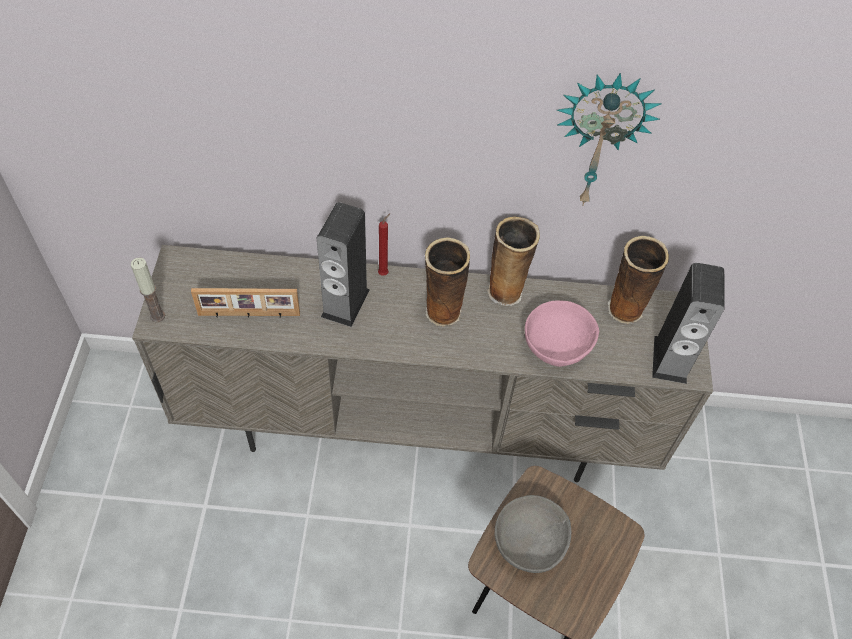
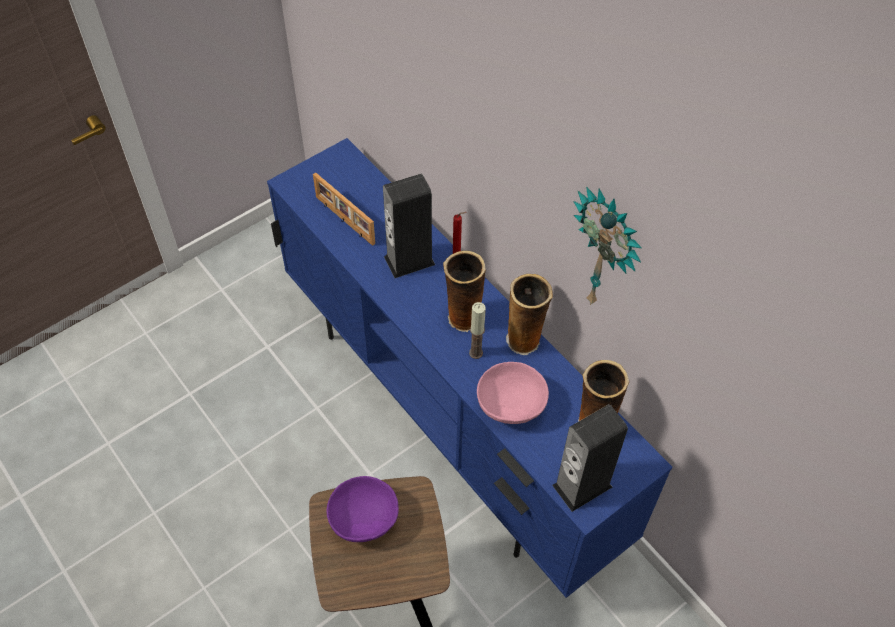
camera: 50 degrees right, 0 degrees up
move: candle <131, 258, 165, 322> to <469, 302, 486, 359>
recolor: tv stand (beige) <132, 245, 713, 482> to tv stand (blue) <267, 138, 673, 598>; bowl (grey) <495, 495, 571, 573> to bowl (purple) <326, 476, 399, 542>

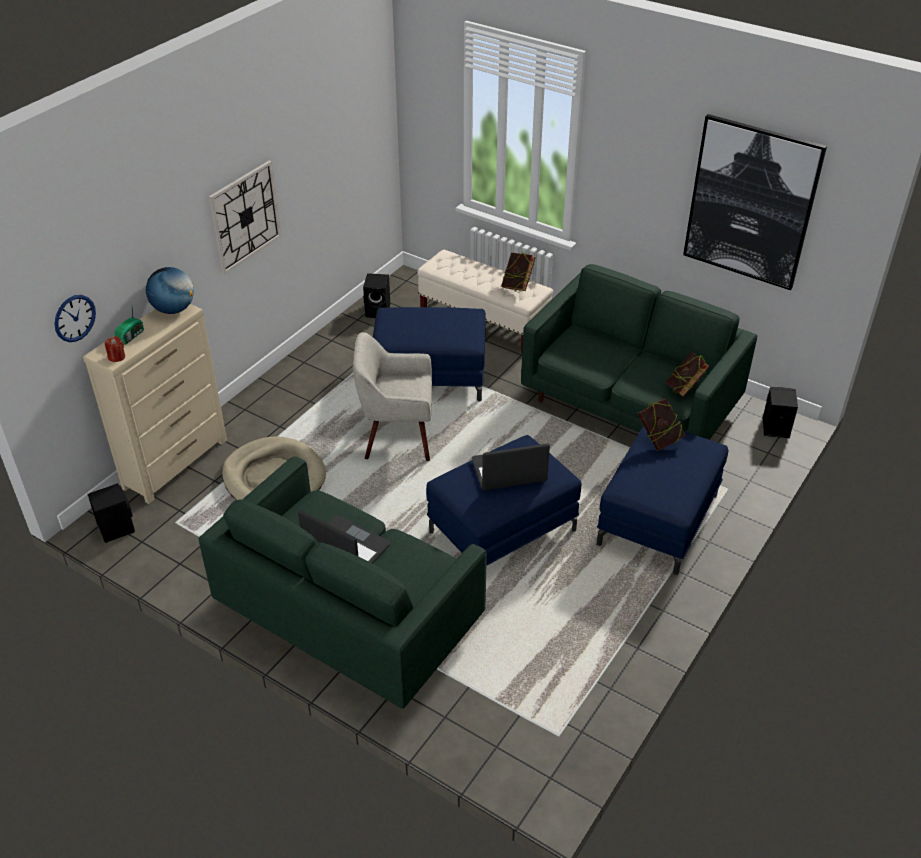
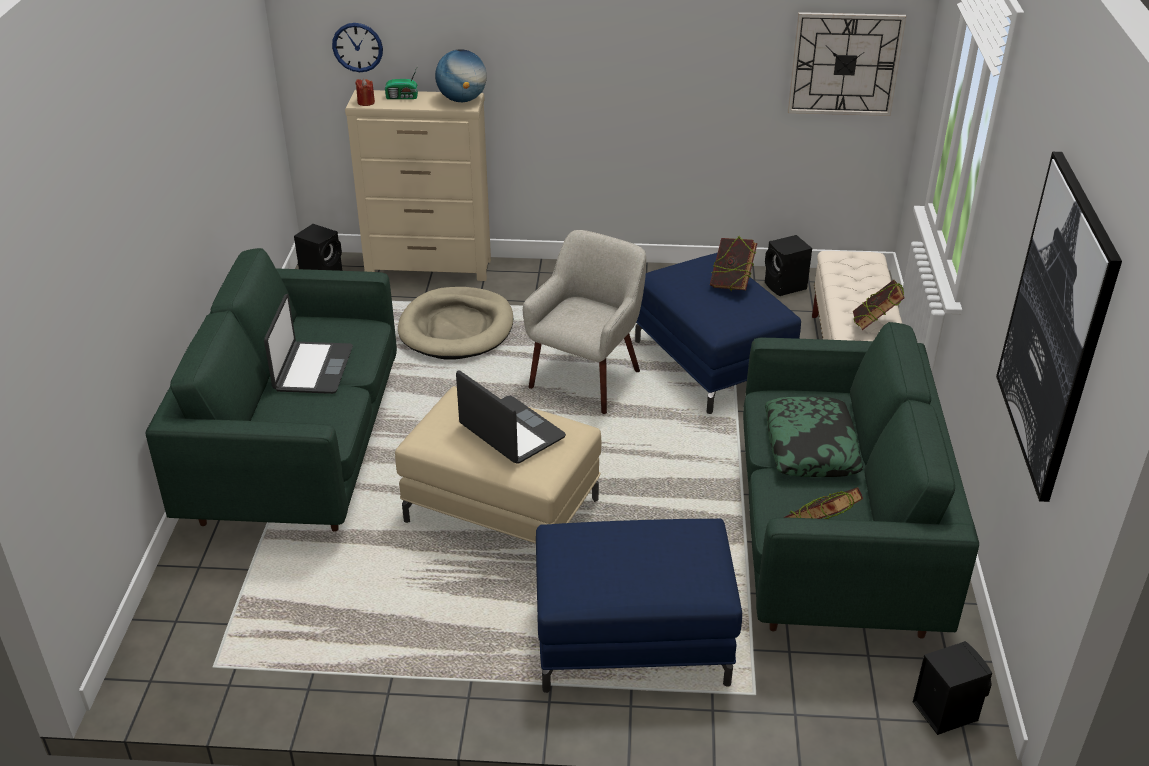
camera: 60 degrees right, 5 degrees down
insert: pillow <765, 397, 863, 477>
move: wall clock <209, 161, 281, 275> to <788, 12, 906, 116>; book <637, 398, 686, 451> to <710, 236, 757, 291>
recolor: ottoman (blue) <426, 435, 581, 566> to ottoman (beige) <395, 386, 602, 543>
rotate: armchair (beige) <353, 332, 432, 461> = <523, 230, 646, 414> 60 degrees clockwise

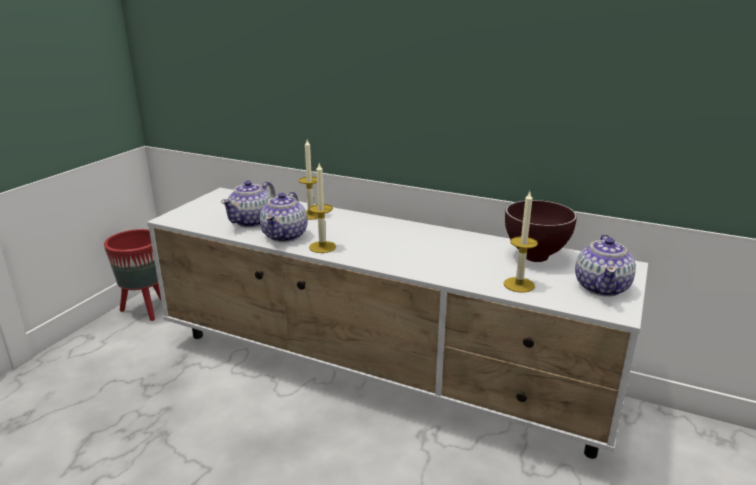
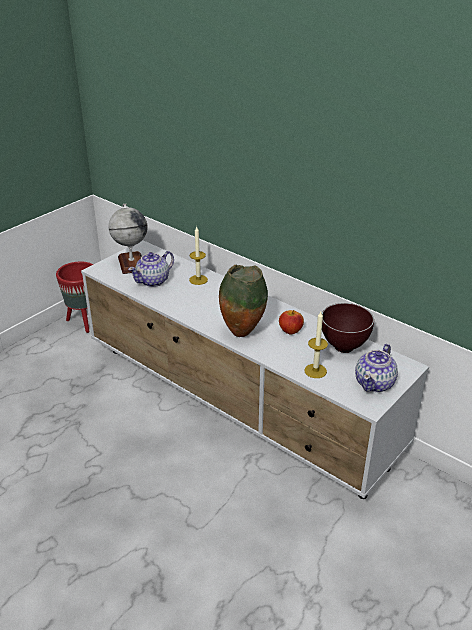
camera: 15 degrees right, 10 degrees up
delete: teapot <260, 192, 307, 242>; candle <309, 163, 336, 253>
insert: globe <108, 204, 148, 274>; vase <219, 264, 268, 337>; apple <279, 310, 304, 335>

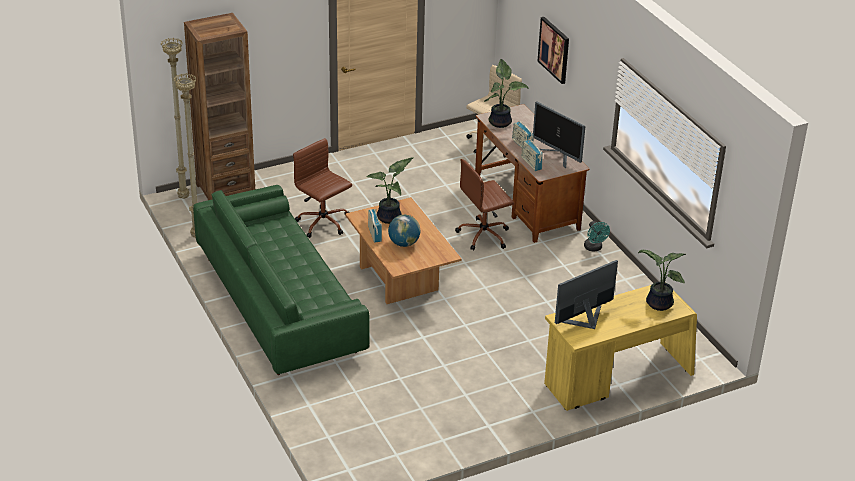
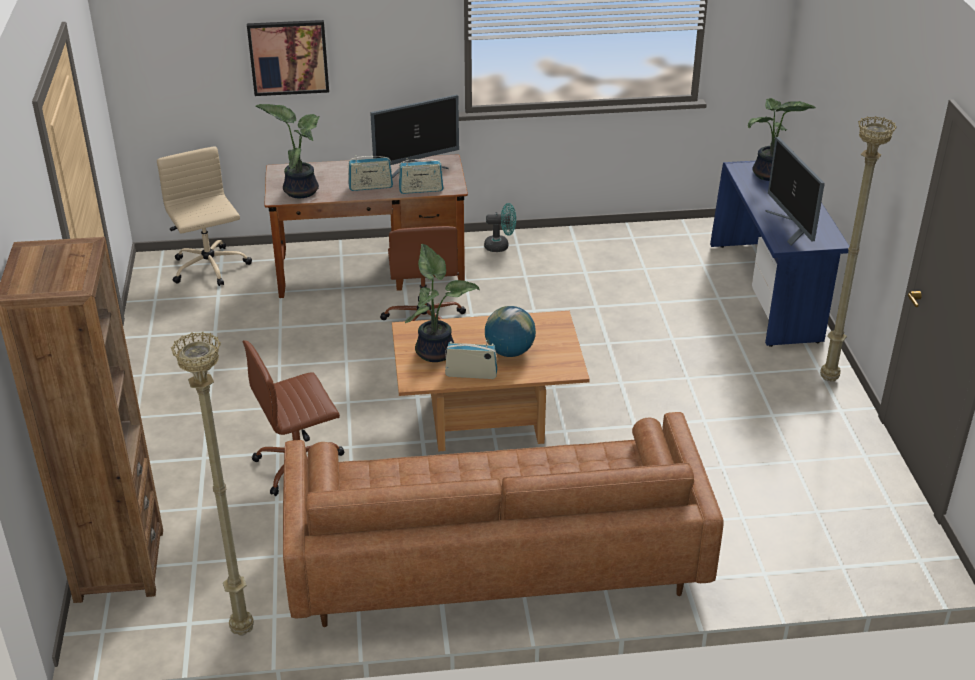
camera: 70 degrees left, 0 degrees up
move: floor lamp (beige) <161, 38, 190, 199> to <820, 116, 897, 382>
recolor: sofa (green) <193, 185, 370, 375> to sofa (brown) <283, 412, 724, 627>; desk (yellow) <544, 282, 697, 411> to desk (blue) <710, 161, 849, 347>

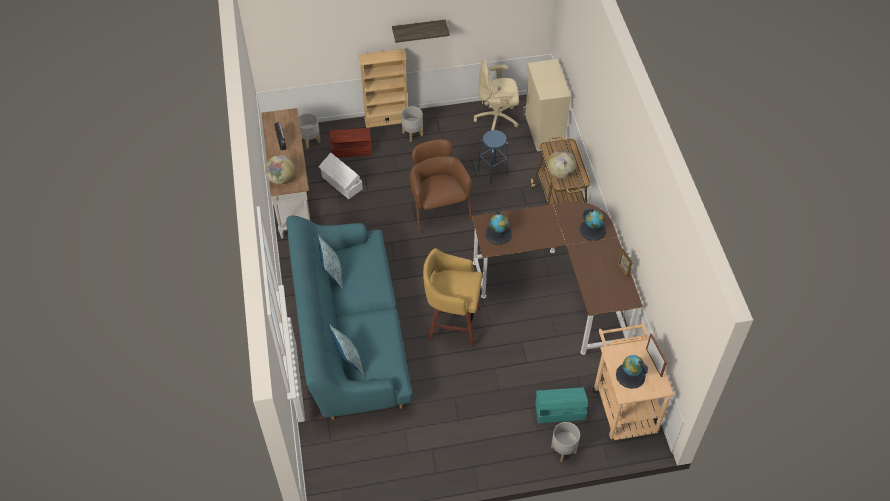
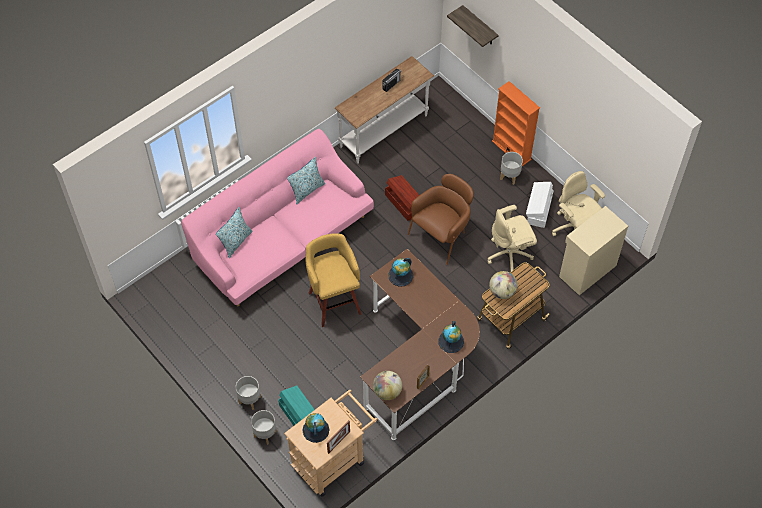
camera: 60 degrees right, 5 degrees up
move: globe <265, 155, 294, 184> to <373, 371, 402, 400>; planter (grey) <299, 113, 320, 149> to <236, 376, 261, 410>; storage box (white) <319, 153, 363, 199> to <526, 182, 554, 228>; storage box (brown) <330, 128, 372, 158> to <385, 175, 419, 221>; shelf <392, 20, 450, 43> to <447, 5, 499, 47>
replace: stool (blue) <478, 130, 508, 184> to office chair (beige) <487, 205, 537, 271>
recolor: sofa (turquoise) <286, 216, 413, 420> to sofa (pink) <181, 129, 374, 306>; bookcase (beige) <359, 49, 408, 128> to bookcase (orange) <492, 81, 540, 166>

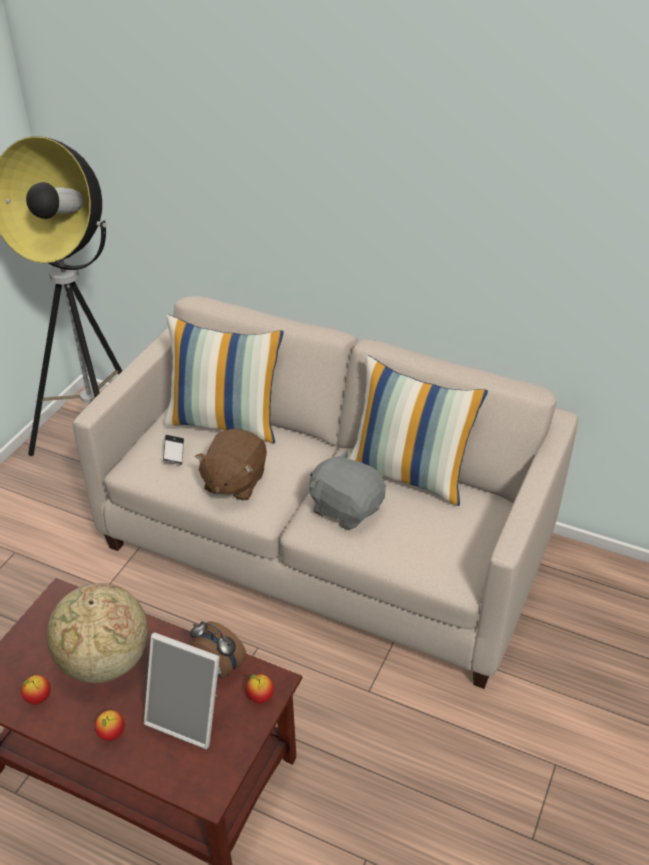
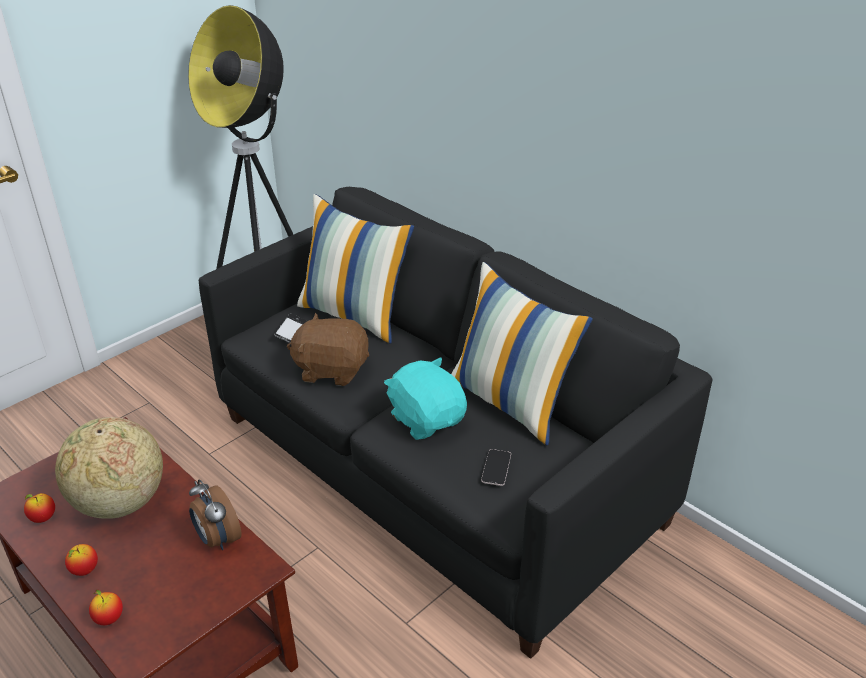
camera: 20 degrees right, 5 degrees down
delete: picture frame <144, 633, 220, 749>
insert: phone <481, 449, 511, 486>
move: apple <246, 674, 274, 703> to <89, 590, 123, 625>
recolor: sofa (beige) <73, 296, 578, 689> to sofa (black) <199, 187, 713, 659>; plush toy (grey) <309, 450, 386, 530> to plush toy (turquoise) <384, 357, 467, 440>
rotate: plush toy (brown) <195, 429, 267, 501> = <287, 313, 369, 386> 60 degrees clockwise

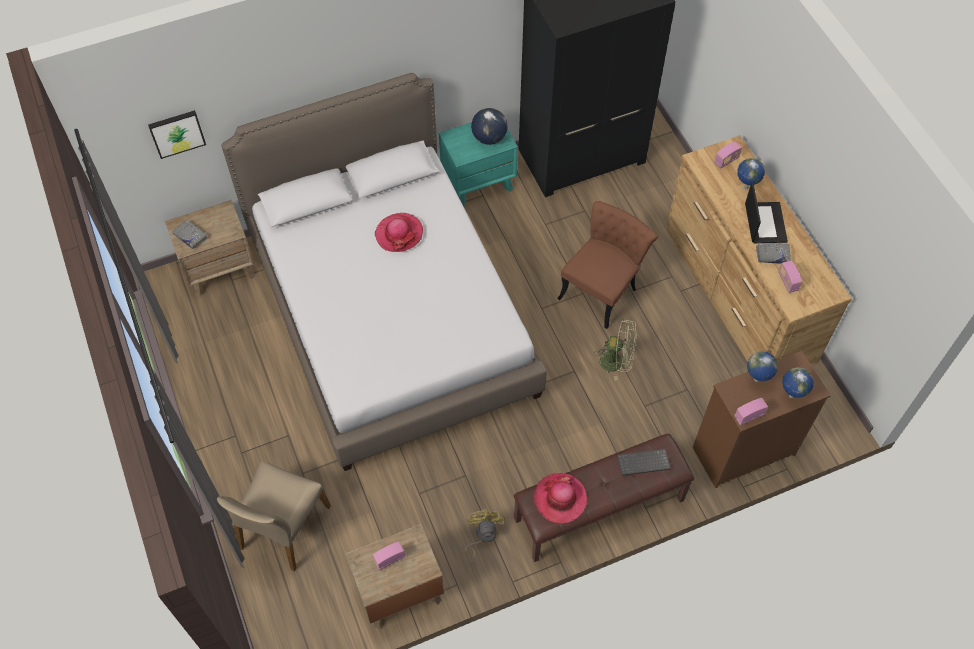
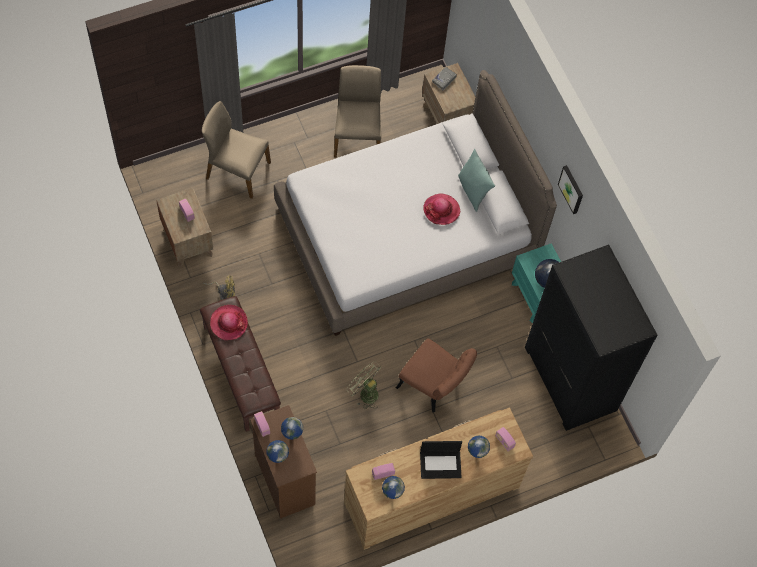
camera: 85 degrees right, 5 degrees up
delete: keyboard <617, 449, 671, 476>; book (grey) <756, 243, 791, 264>
insert: chair (beige) <334, 65, 381, 158>; globe <382, 476, 405, 499>; pillow (turquoise) <458, 149, 495, 212>
move: picture <148, 110, 206, 159> to <558, 165, 583, 214>
rotate: fan (green) <594, 319, 637, 381> = <347, 362, 381, 409> 120 degrees clockwise

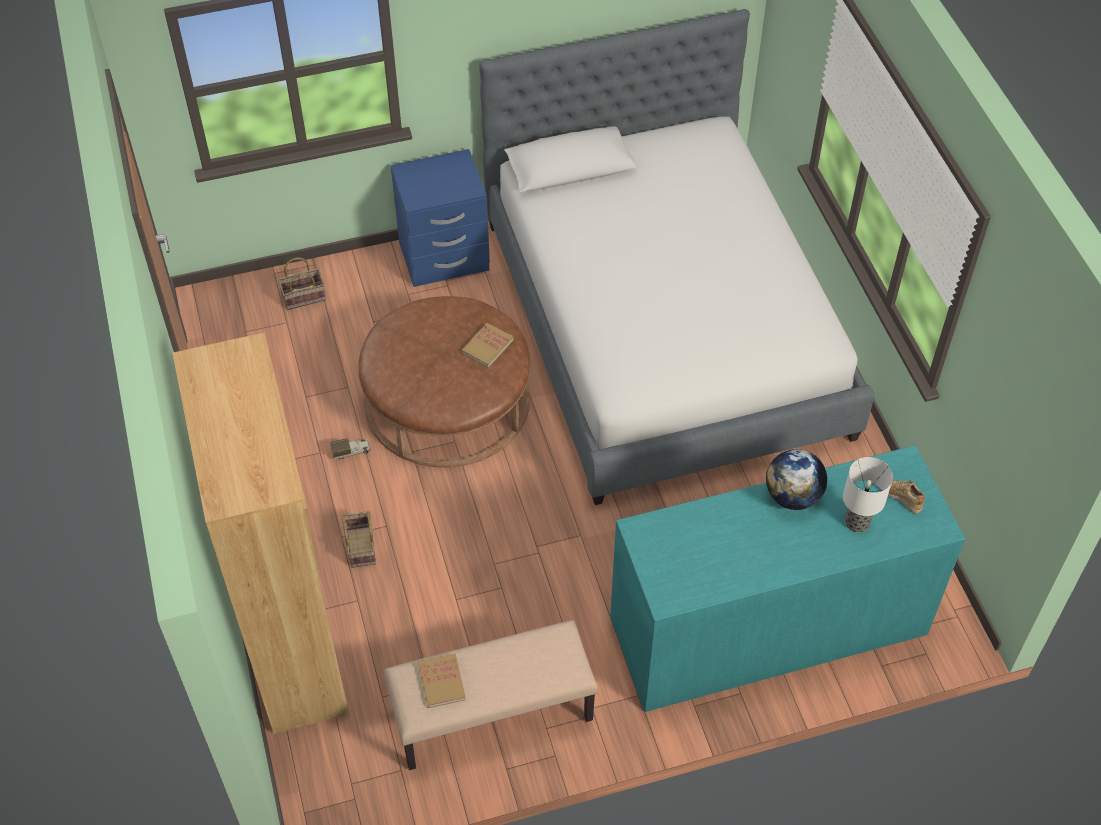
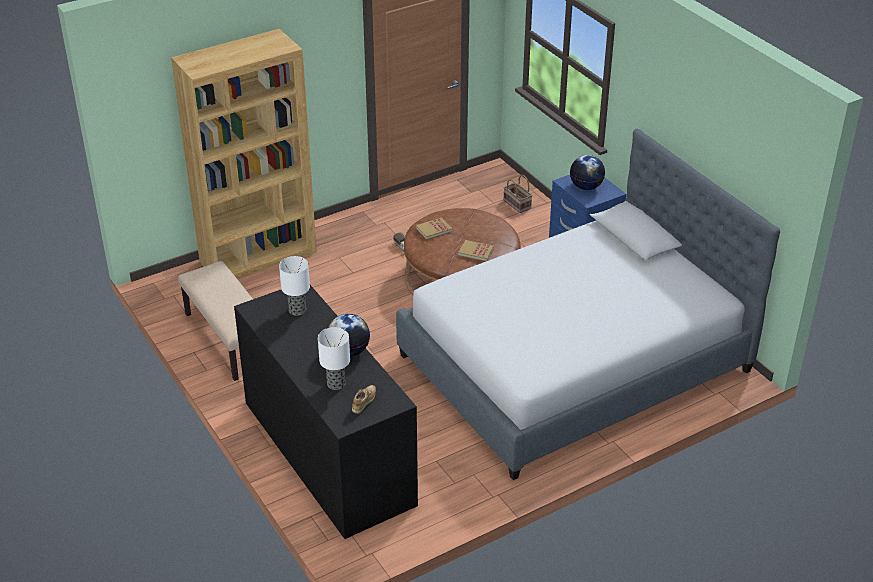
camera: 75 degrees right, 15 degrees down
delete: basket <342, 511, 376, 568>
insert: table lamp <279, 256, 310, 316>; globe <570, 155, 605, 190>
move: book <418, 653, 466, 708> to <416, 217, 452, 240>
recolor: dresser (turquoise) <610, 445, 965, 712> to dresser (black) <234, 285, 418, 539>

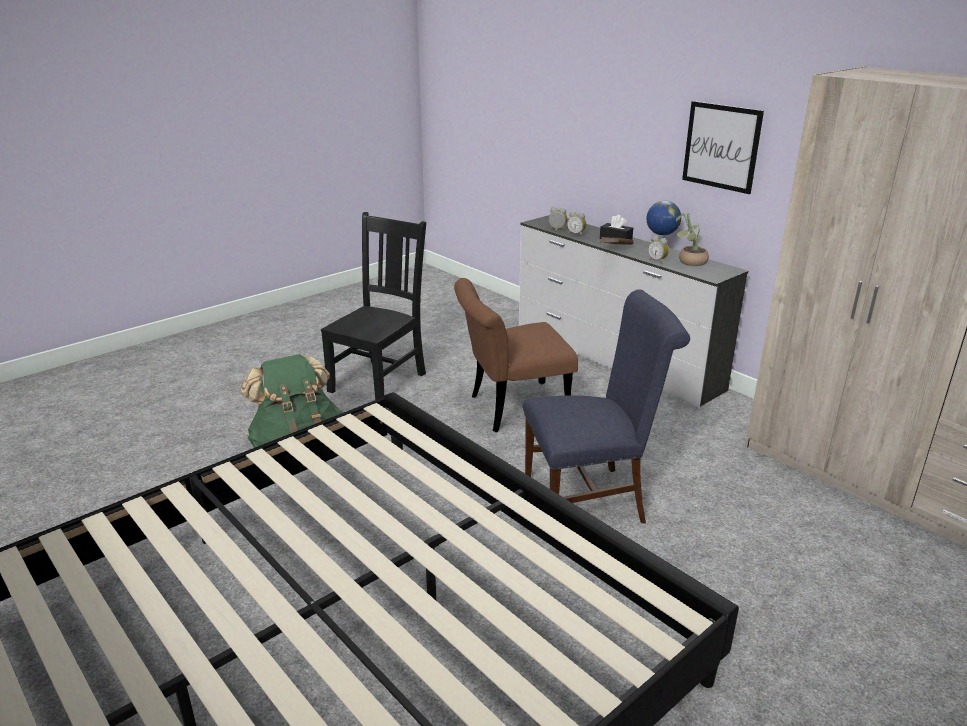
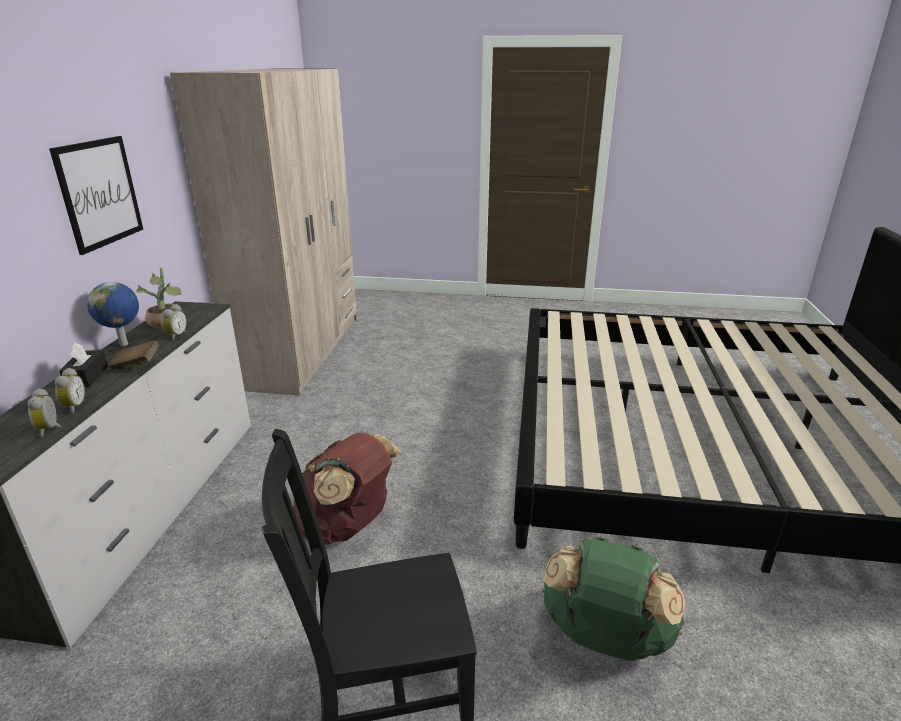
camera: 130 degrees left, 0 degrees up
delete: chair (blue) <523, 289, 690, 524>
replace: chair (brown) <454, 278, 578, 432> to backpack (brown) <293, 432, 402, 545>

